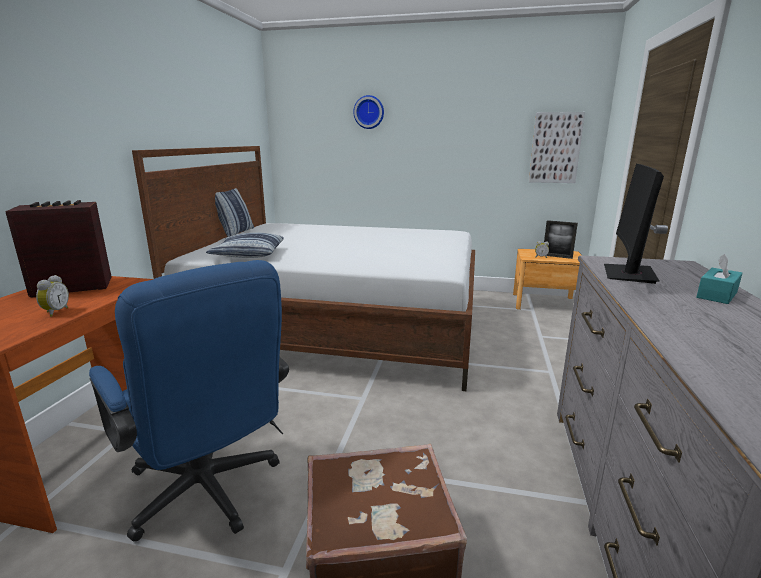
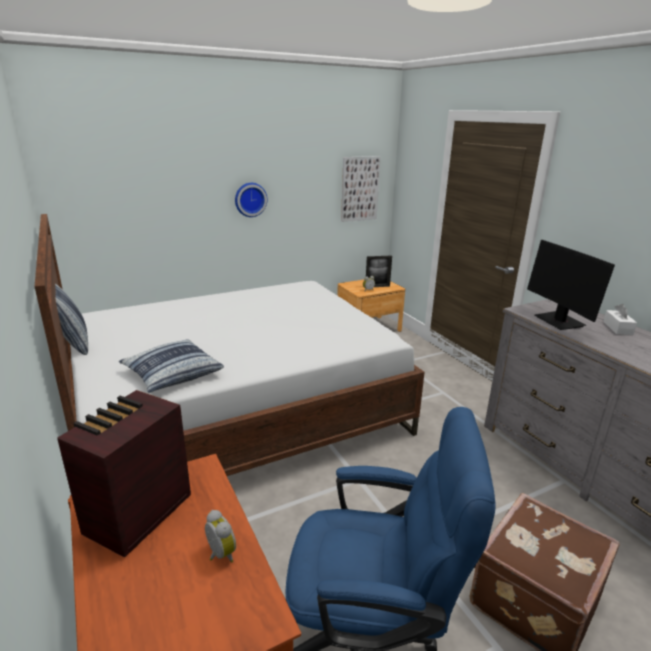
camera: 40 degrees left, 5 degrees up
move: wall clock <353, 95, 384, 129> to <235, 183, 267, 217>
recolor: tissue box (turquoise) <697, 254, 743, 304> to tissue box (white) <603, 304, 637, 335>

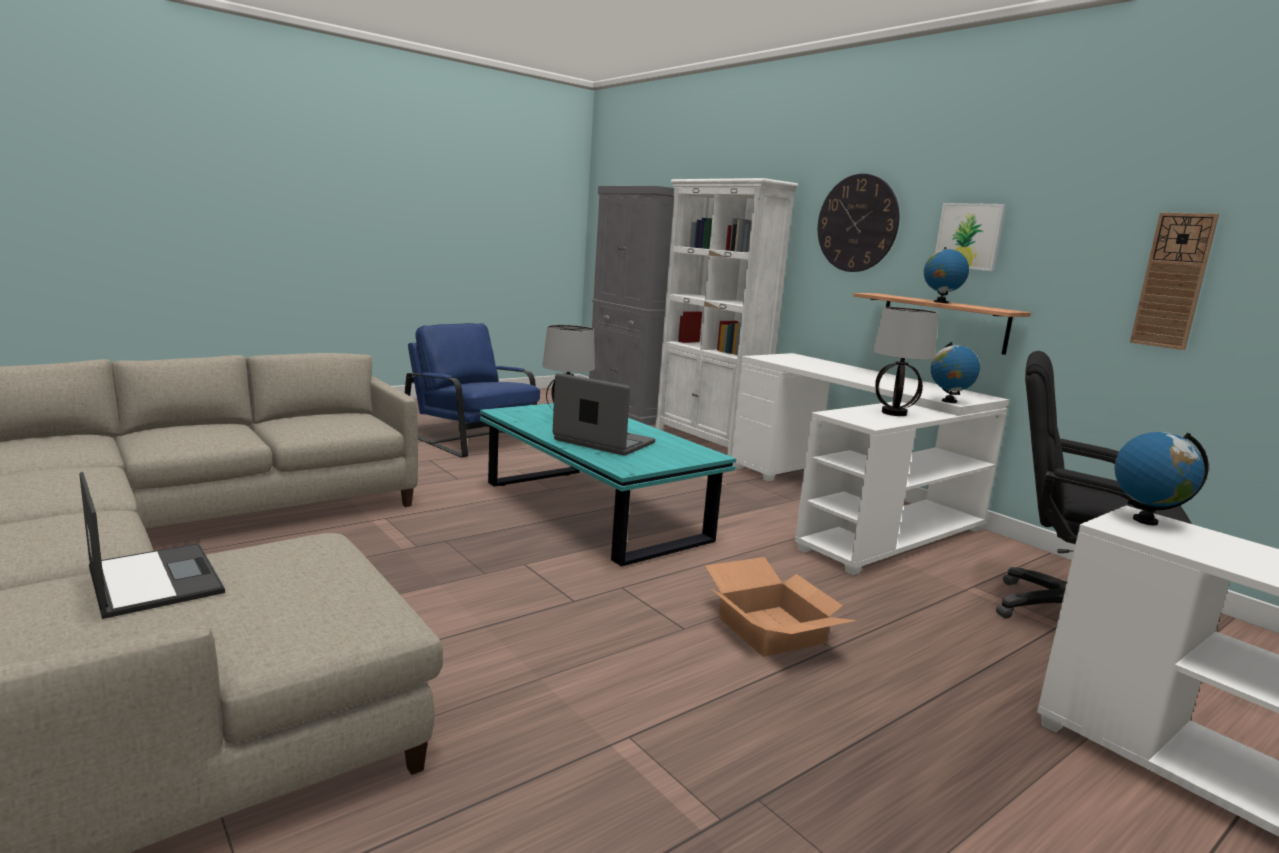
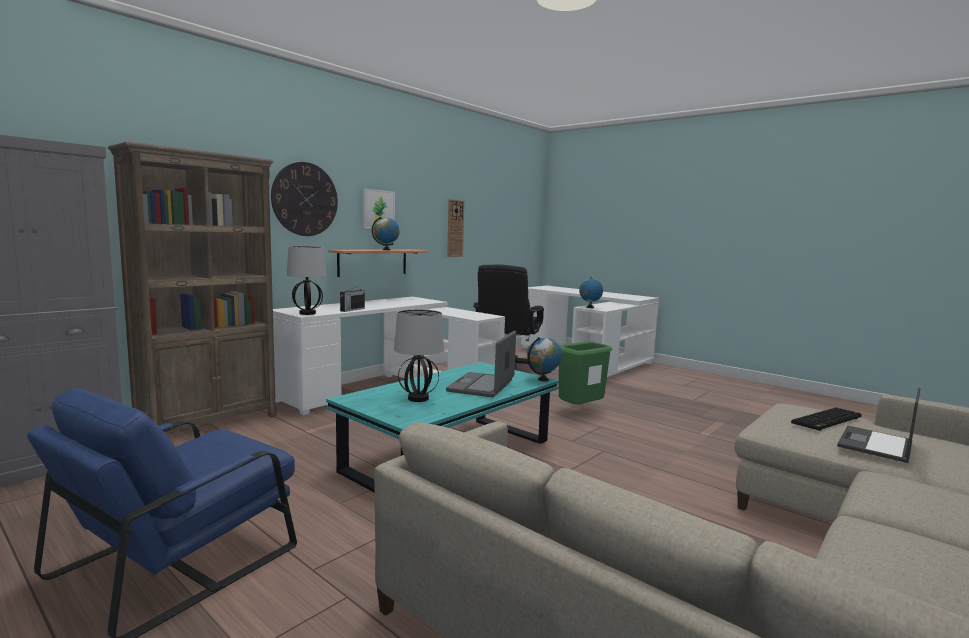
camera: 100 degrees left, 5 degrees down
insert: radio <340, 286, 365, 312>; keyboard <791, 407, 862, 431>
move: table lamp <873, 307, 938, 416> to <287, 246, 326, 315>; globe <931, 342, 980, 403> to <527, 337, 562, 382>
replace: cardboard box <705, 557, 857, 657> to trash can (green) <559, 341, 612, 404>
recolor: bookcase (white) <655, 178, 798, 457> to bookcase (brown) <108, 141, 277, 433>

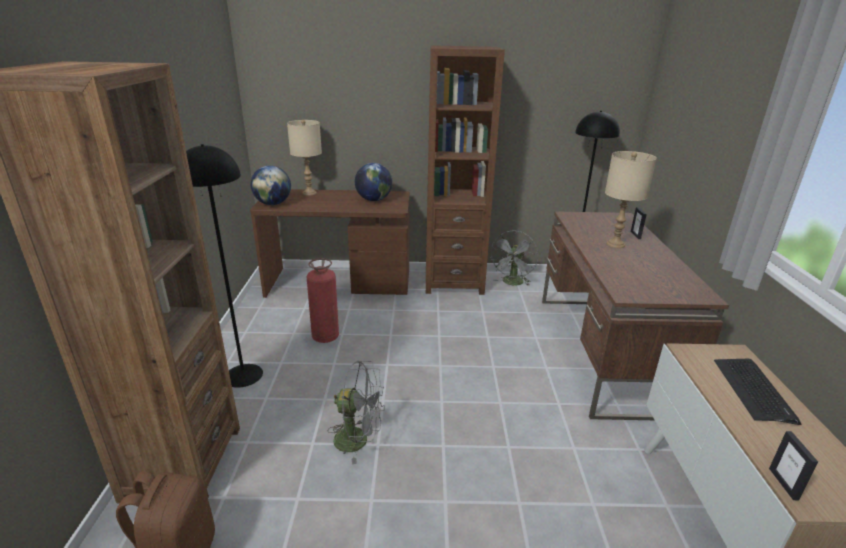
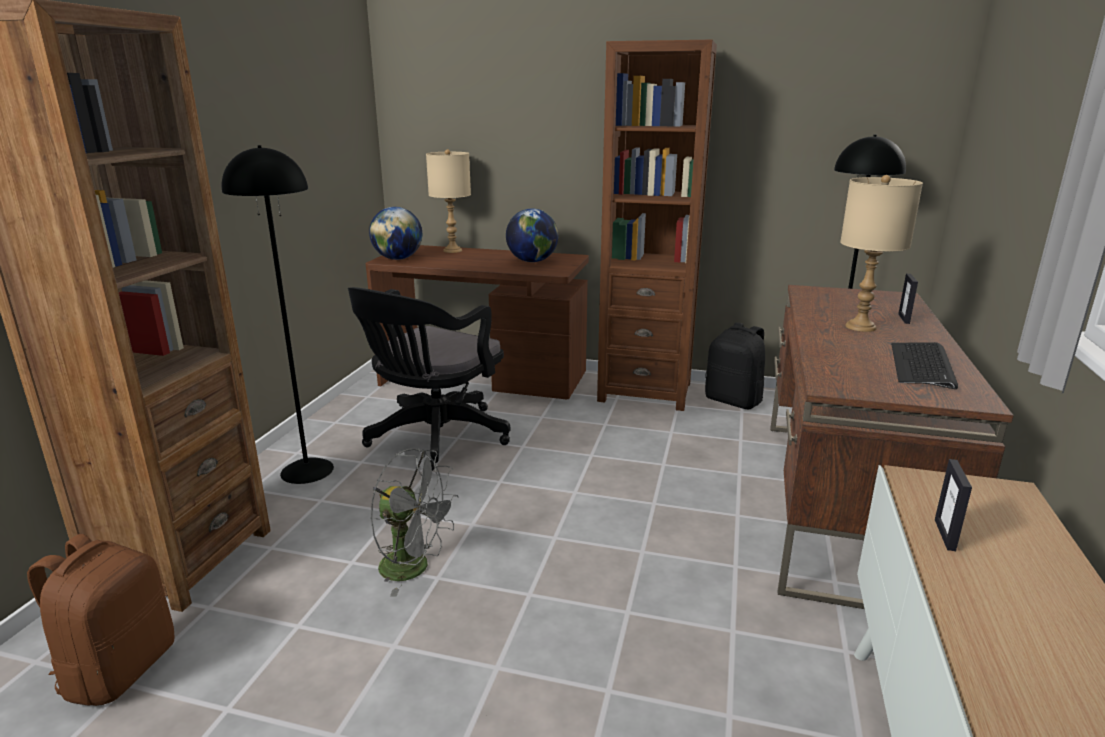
camera: 15 degrees right, 5 degrees down
move: keyboard <714, 359, 801, 425> to <891, 342, 958, 389>; picture frame <769, 431, 818, 500> to <935, 459, 972, 551>
replace: fire extinguisher <307, 258, 339, 343> to office chair (black) <348, 287, 510, 471>; fan (grey) <490, 231, 538, 286> to backpack (black) <705, 322, 765, 409>

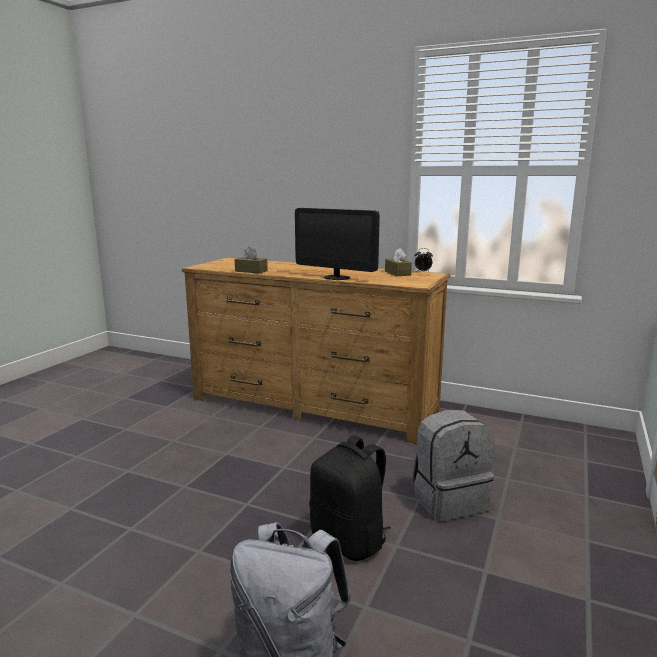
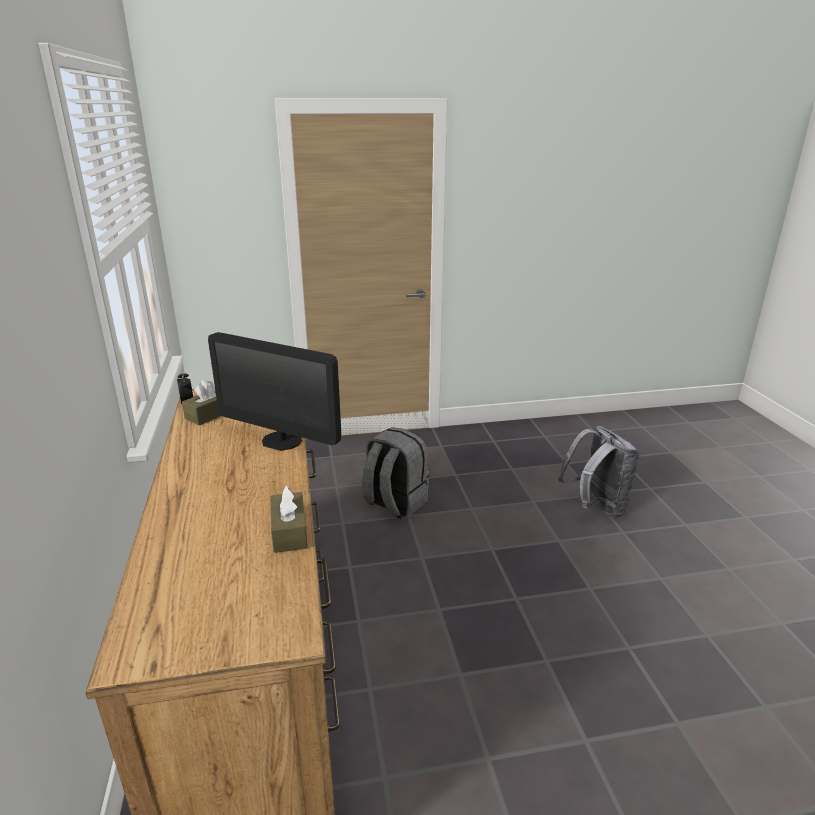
camera: 125 degrees left, 10 degrees up
delete: backpack (black) <309, 435, 391, 561>
rotate: monitor <295, 208, 380, 280> = <208, 332, 341, 451> 120 degrees clockwise

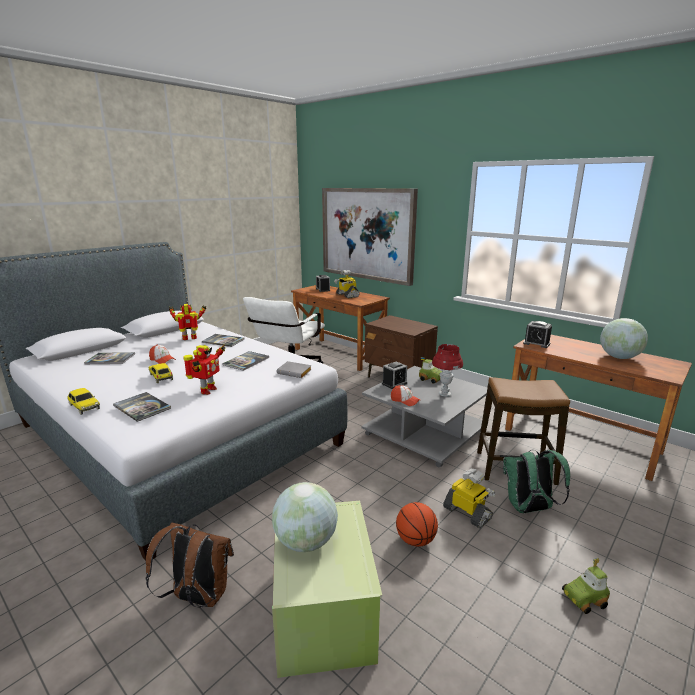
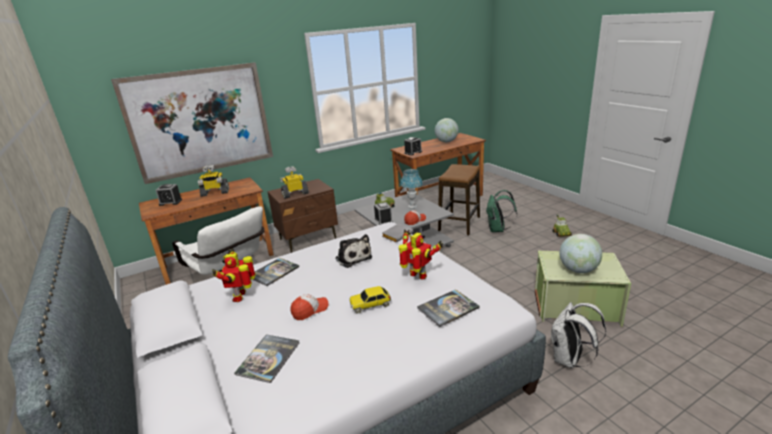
camera: 70 degrees left, 5 degrees up
delete: toy car <67, 388, 100, 415>; basketball <396, 502, 438, 547>
move: toy robot <443, 469, 495, 528> to <280, 166, 309, 199>
replace: book <222, 351, 269, 371> to plush toy <335, 234, 372, 268>
recolor: backpack (brown) <145, 522, 234, 608> to backpack (white) <551, 302, 606, 368>; table lamp (red) <432, 344, 463, 397> to table lamp (blue) <400, 169, 423, 208>

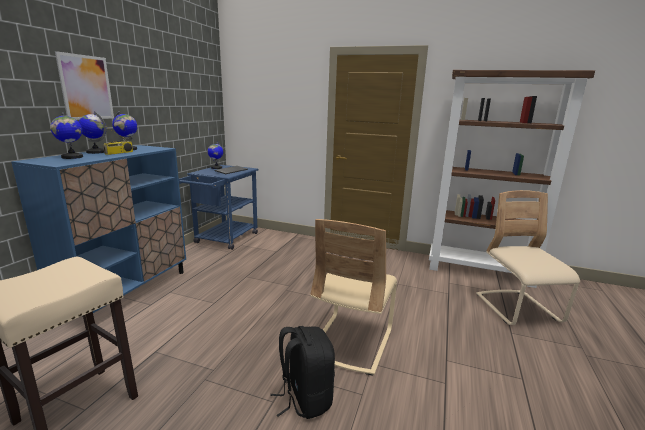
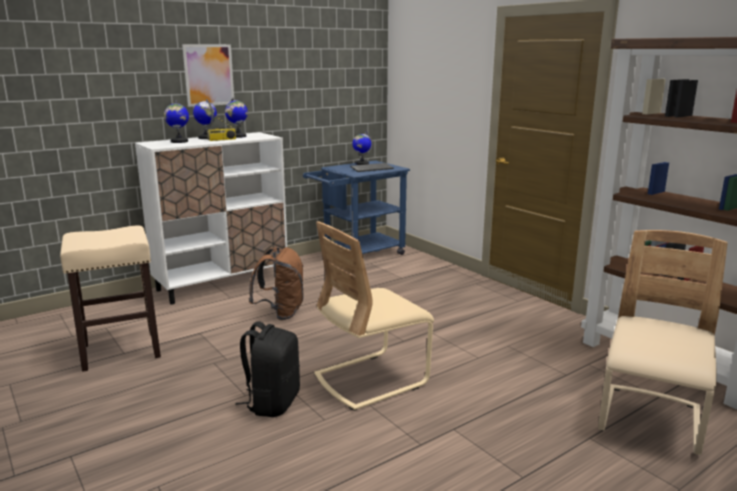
camera: 35 degrees right, 0 degrees up
insert: backpack (brown) <249, 247, 304, 320>
recolor: cabinet (blue) <11, 145, 186, 313> to cabinet (white) <135, 132, 287, 305>

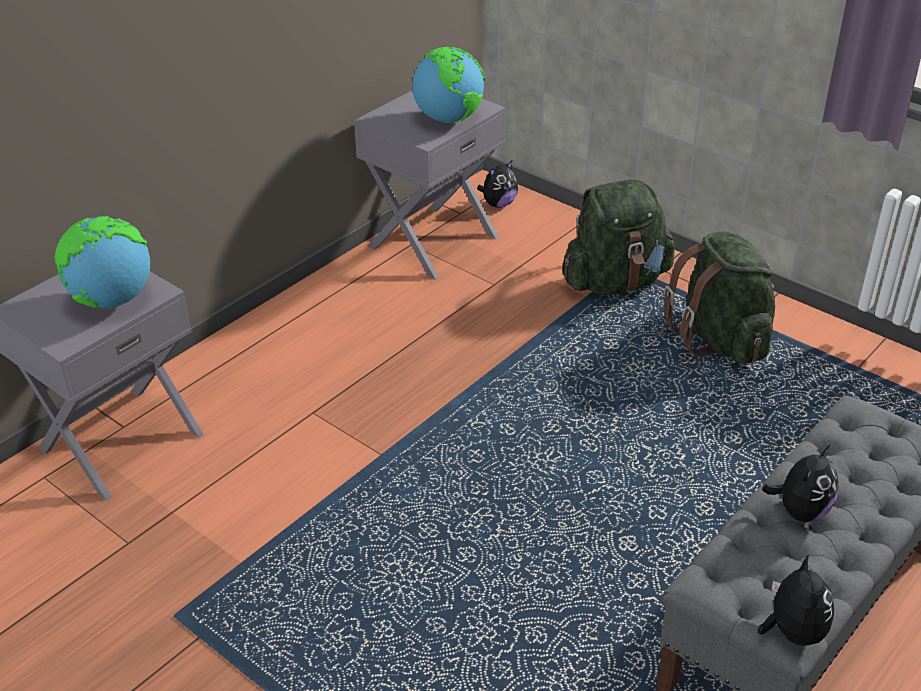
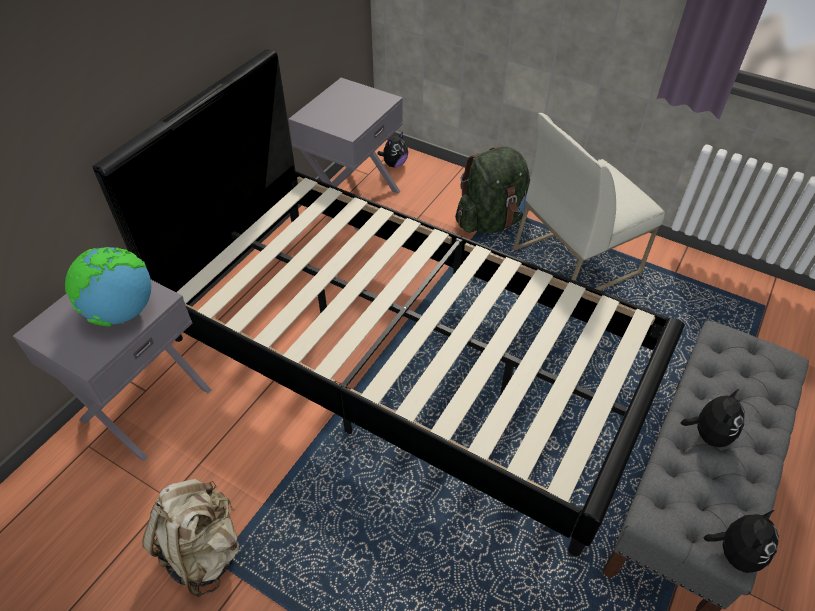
camera: 10 degrees left, 10 degrees up
delete: globe <412, 47, 485, 123>
insert: bed (black) <92, 49, 685, 556>; backpack (beige) <142, 479, 239, 598>
replace: backpack (green) <664, 231, 775, 364> to chair (white) <513, 113, 665, 290>
rotate: plush toy <757, 554, 834, 646> = <704, 510, 779, 573> 45 degrees clockwise

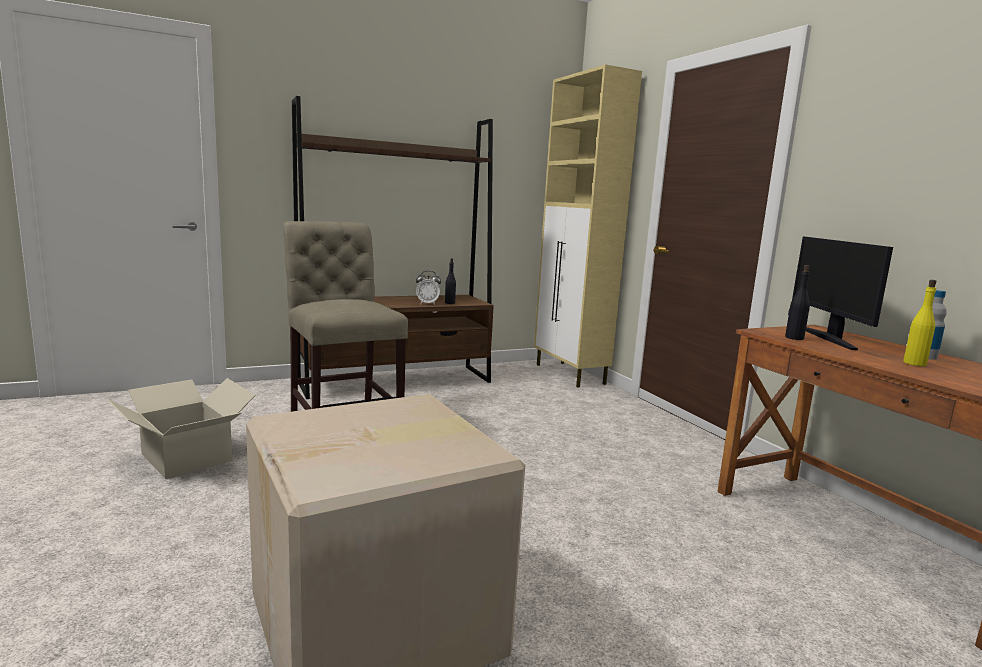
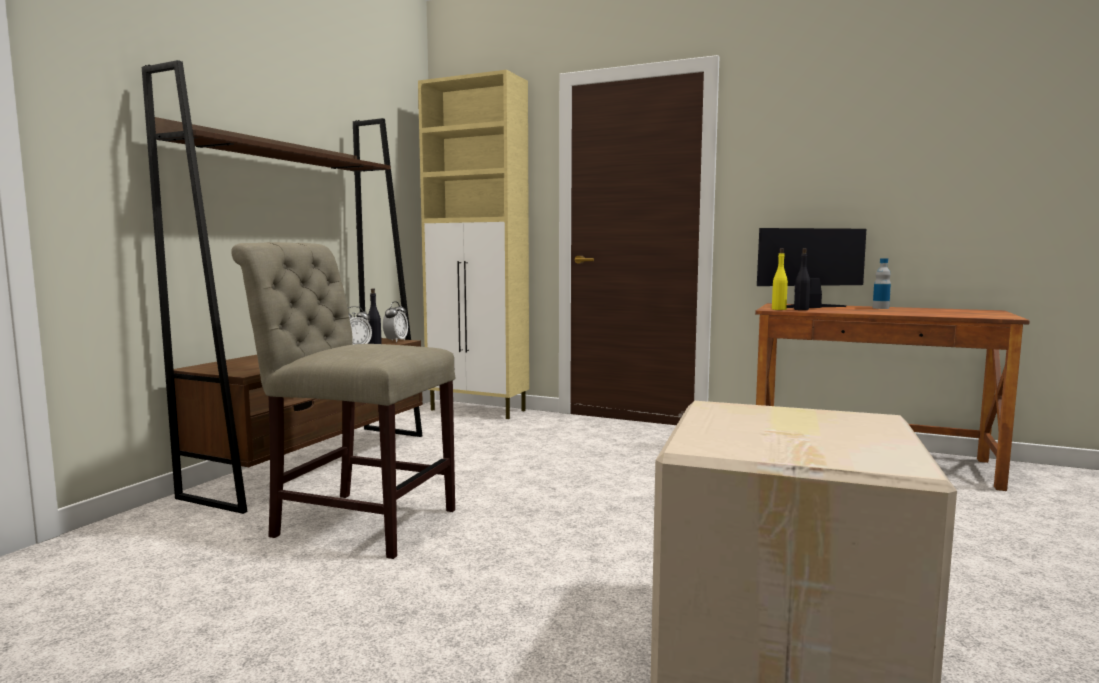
camera: 40 degrees left, 5 degrees down
delete: cardboard box <106, 378, 256, 479>
insert: alarm clock <383, 301, 408, 342>
move: bottle (yellow) <903, 280, 937, 366> to <772, 248, 788, 310>
rotate: monitor <792, 237, 893, 350> = <757, 228, 866, 308> 120 degrees clockwise

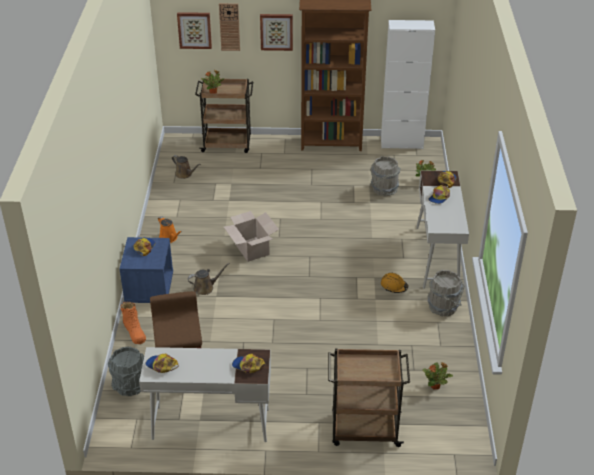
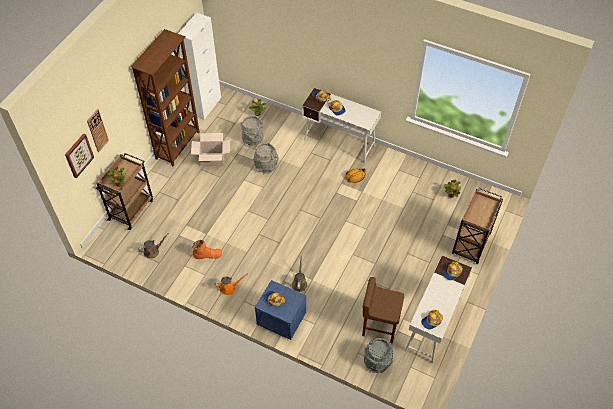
camera: 65 degrees left, 15 degrees up
delete: picture <260, 14, 293, 51>
move: boot (orange) <121, 302, 146, 344> to <192, 240, 222, 259>; cardboard box <224, 211, 279, 262> to <191, 133, 230, 167>; bucket (grey) <427, 270, 465, 316> to <253, 143, 279, 174>

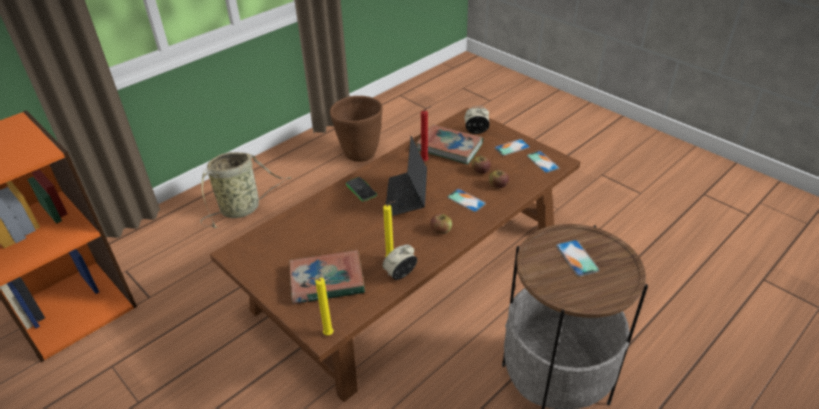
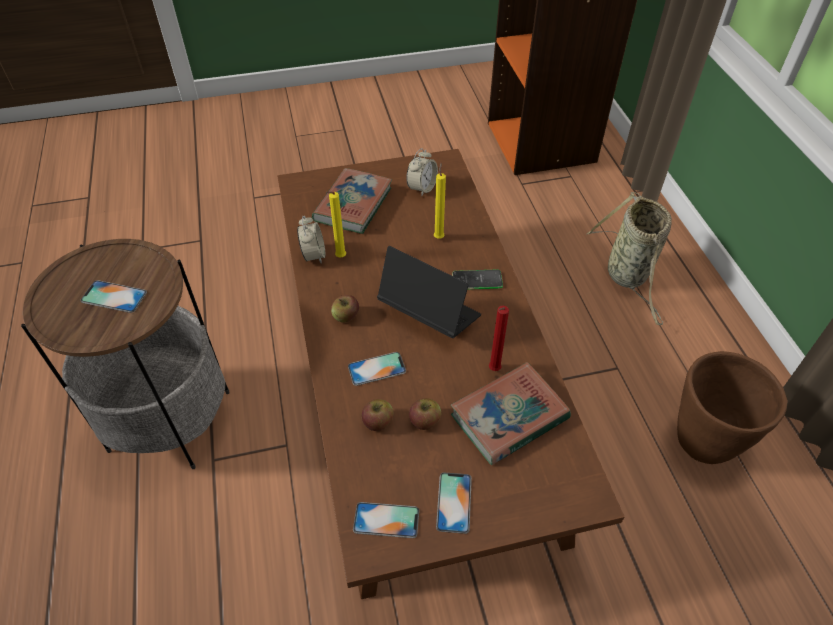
camera: 120 degrees right, 10 degrees up
move: candle (yellow) <310, 278, 333, 335> to <434, 162, 446, 239>; alarm clock <464, 106, 490, 134> to <406, 148, 438, 196>

